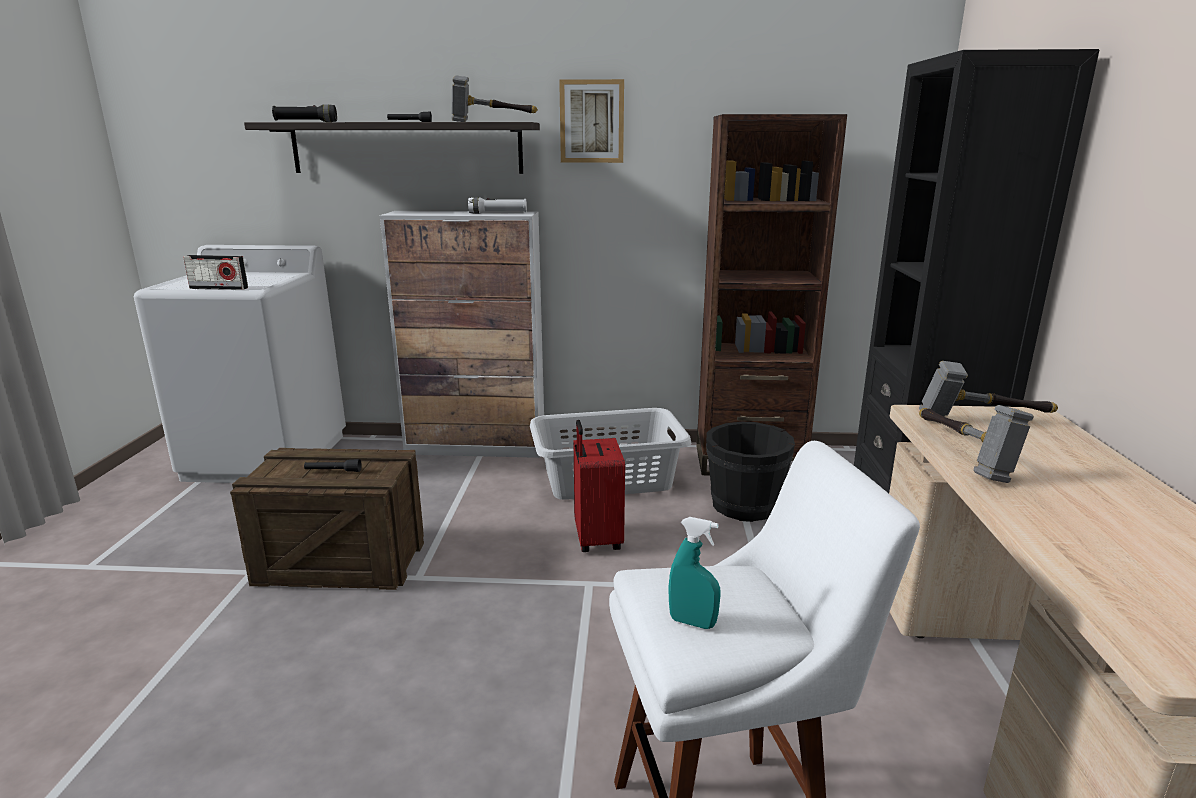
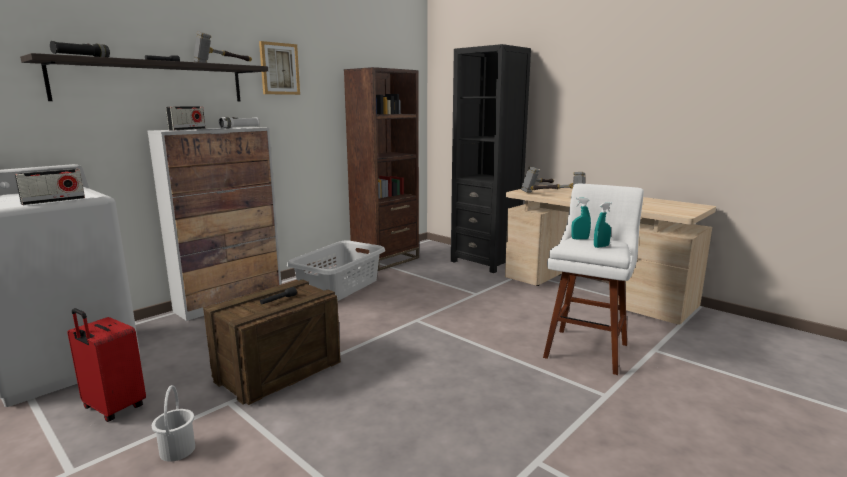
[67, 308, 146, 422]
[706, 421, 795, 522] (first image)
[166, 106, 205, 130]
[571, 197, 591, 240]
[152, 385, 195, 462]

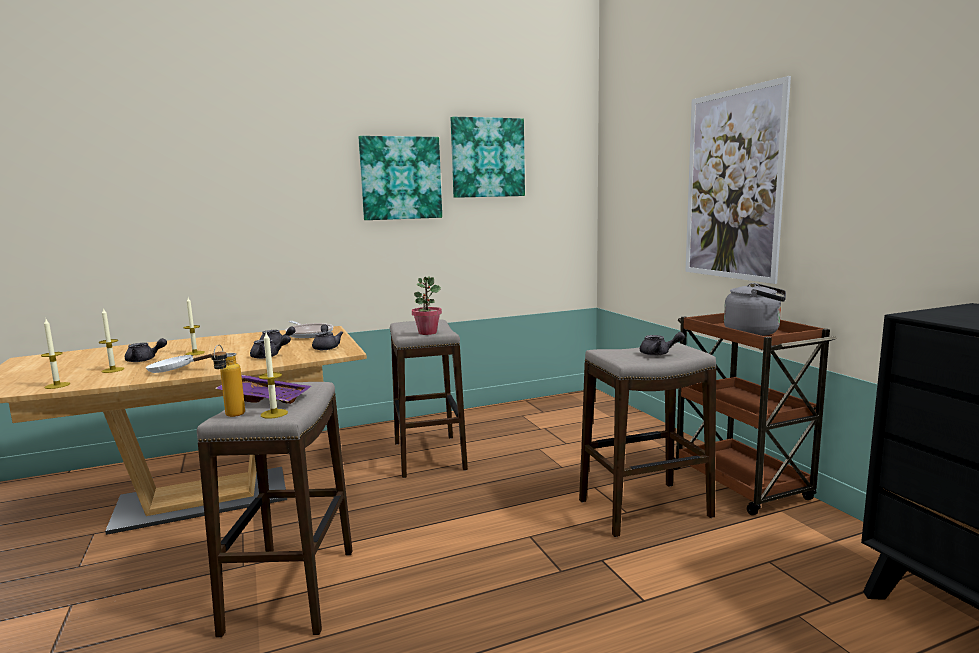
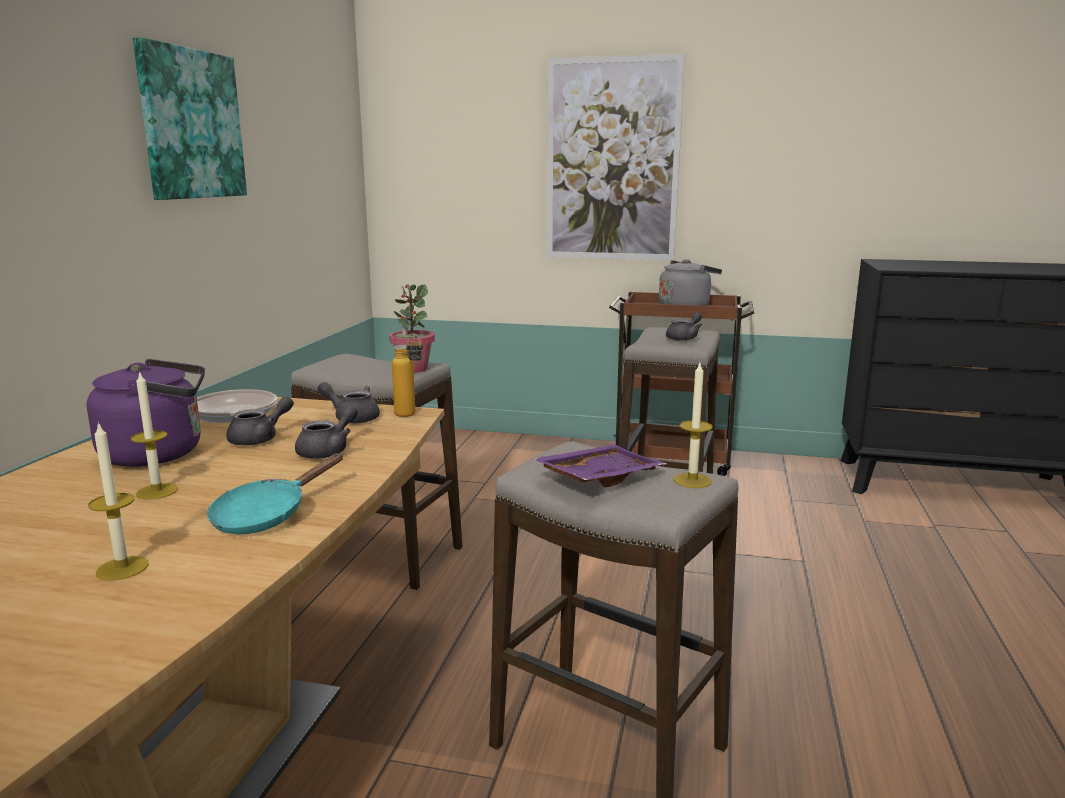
[451, 117, 525, 198] (first image)
[41, 319, 70, 389] (first image)
[125, 338, 167, 362] (first image)
[392, 333, 423, 417]
[207, 453, 343, 534]
[87, 359, 205, 467]

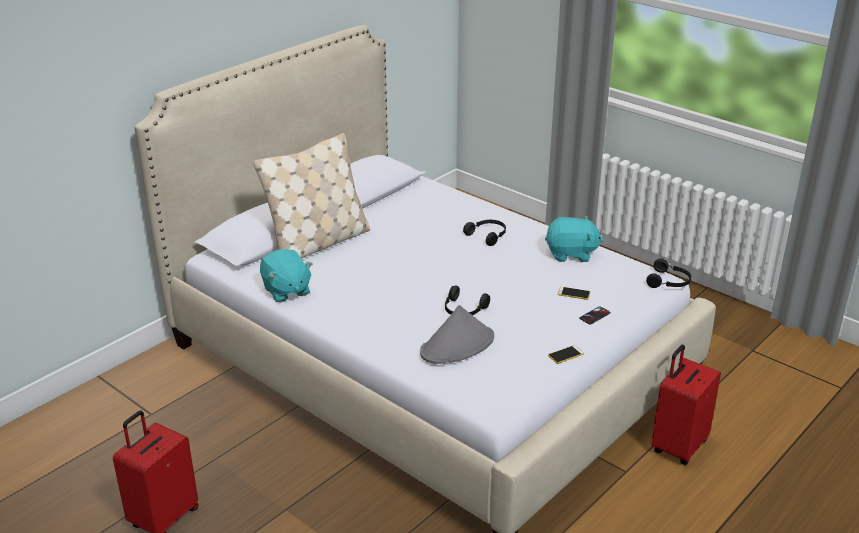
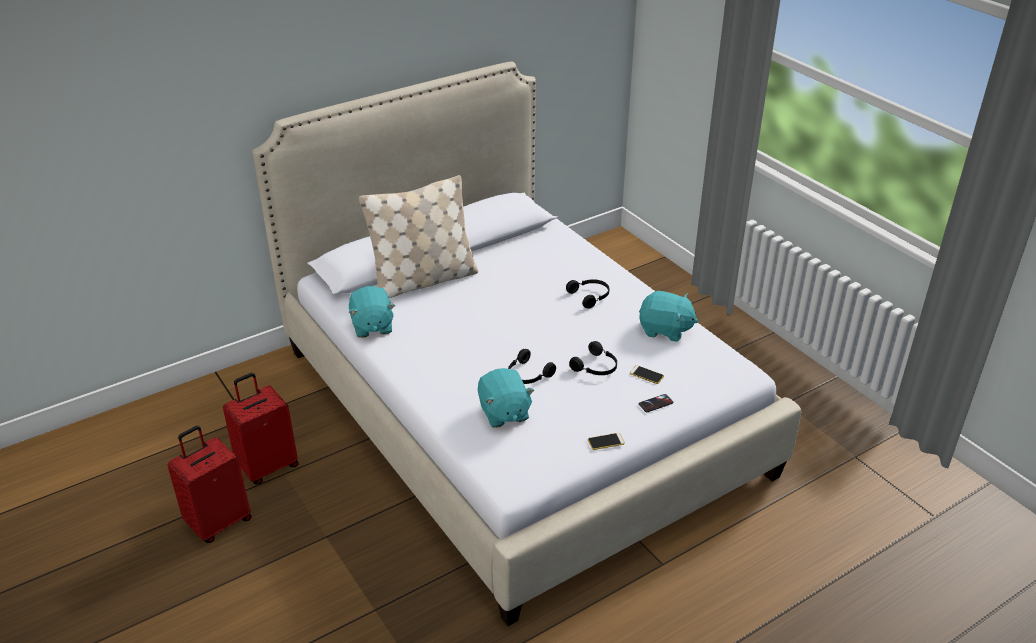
[569, 341, 617, 375]
[478, 368, 534, 428]
[223, 373, 298, 484]

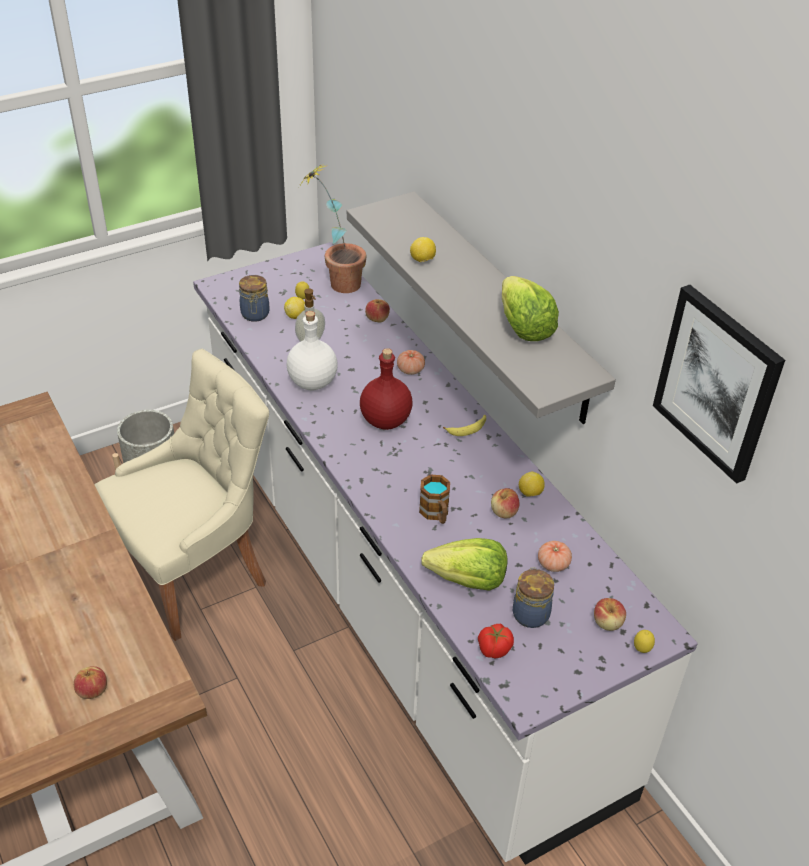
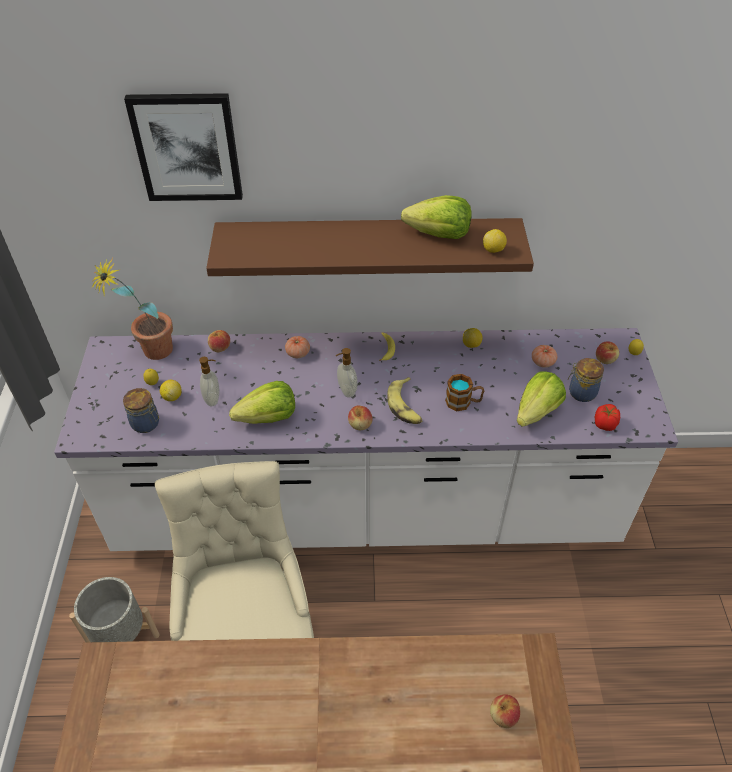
[206, 218, 534, 276]
[483, 229, 507, 253]
[124, 93, 243, 201]
[229, 381, 295, 424]
[336, 348, 358, 398]
[348, 405, 373, 430]
[387, 377, 422, 424]

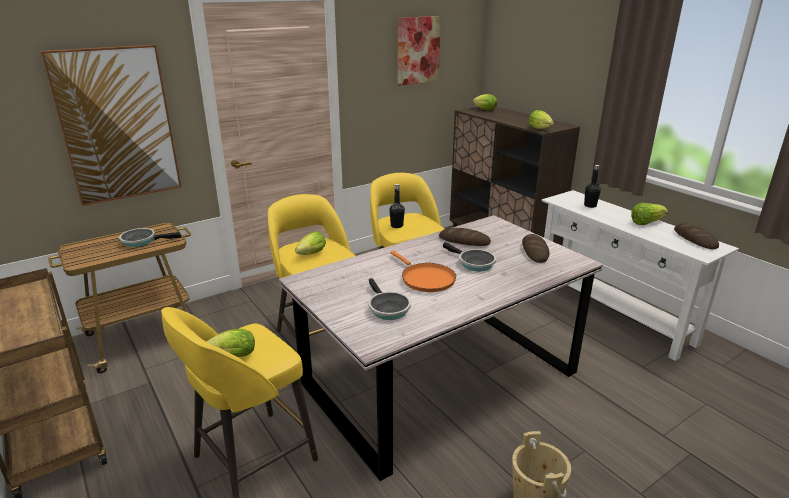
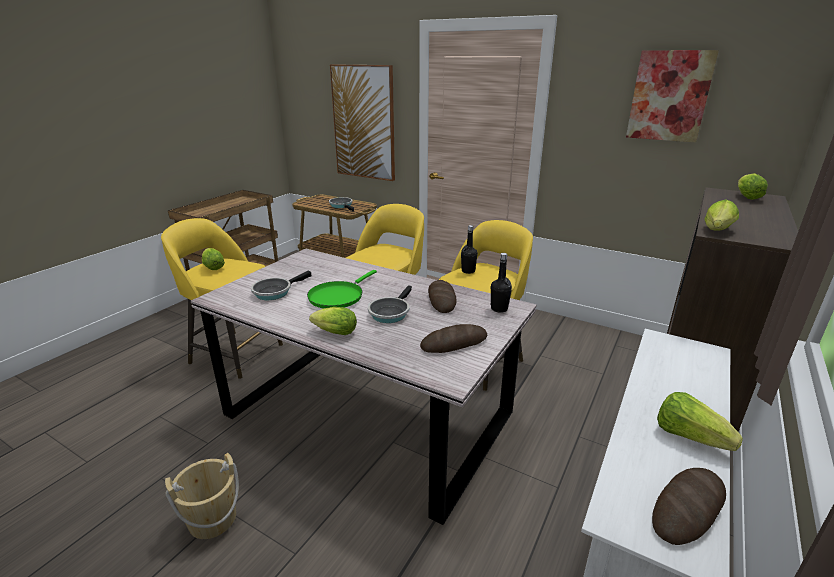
[491, 253, 512, 313]
[309, 307, 357, 335]
[307, 270, 377, 308]

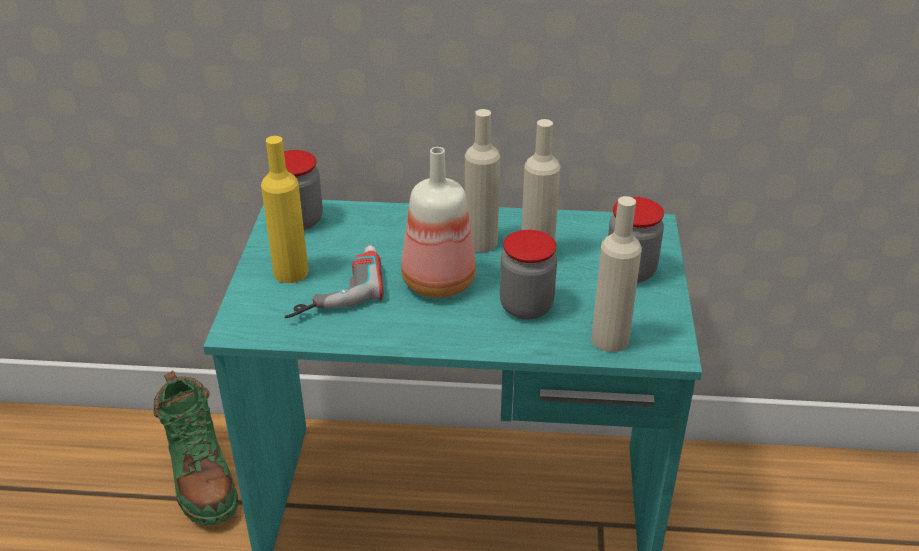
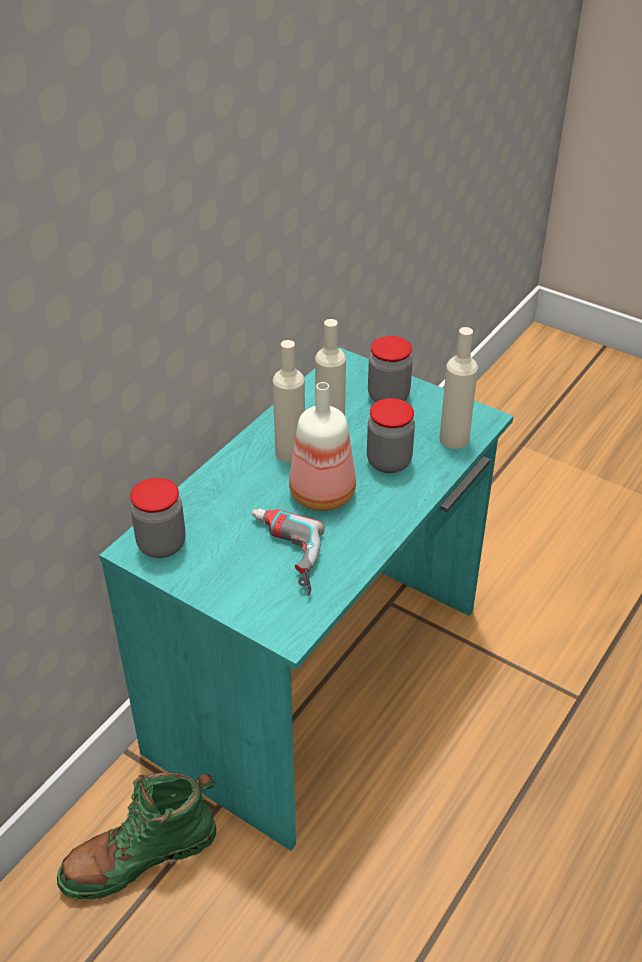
[261, 136, 309, 283] (first image)
[57, 772, 216, 900]

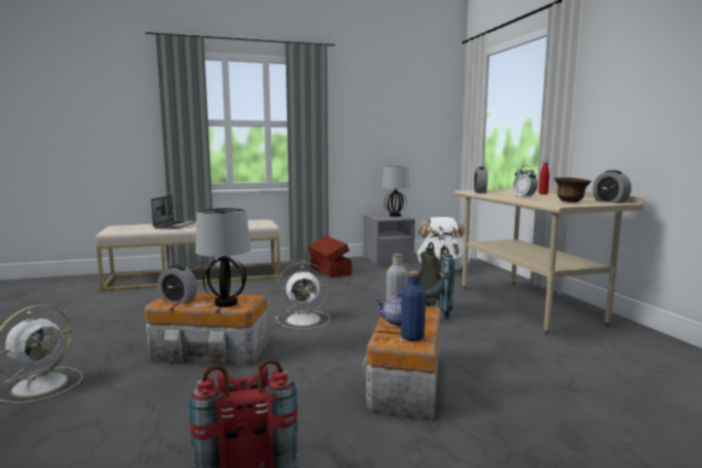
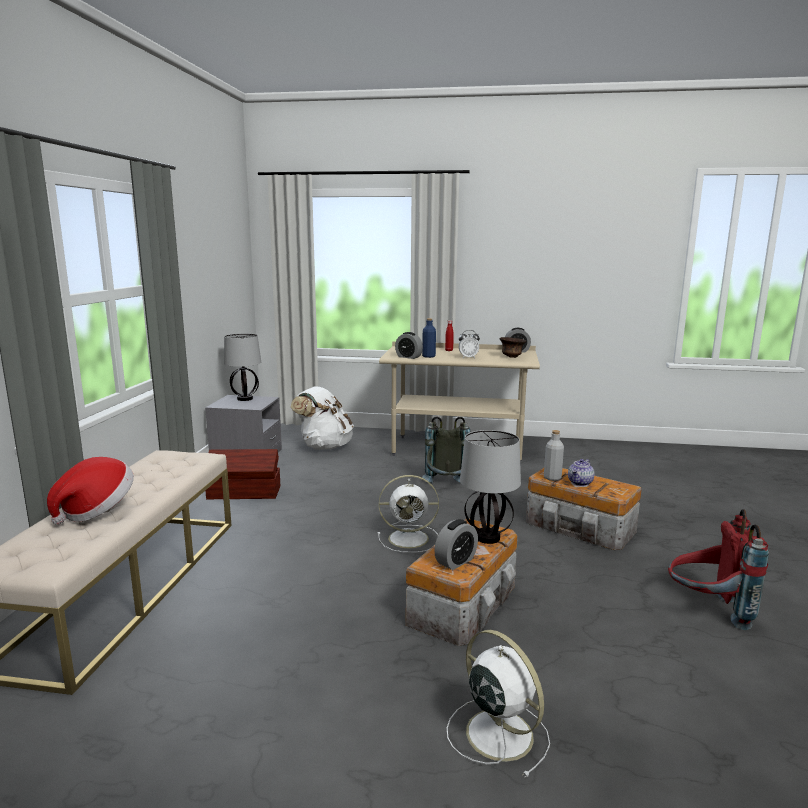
[47, 457, 134, 525]
[378, 475, 439, 553]
[422, 318, 436, 358]

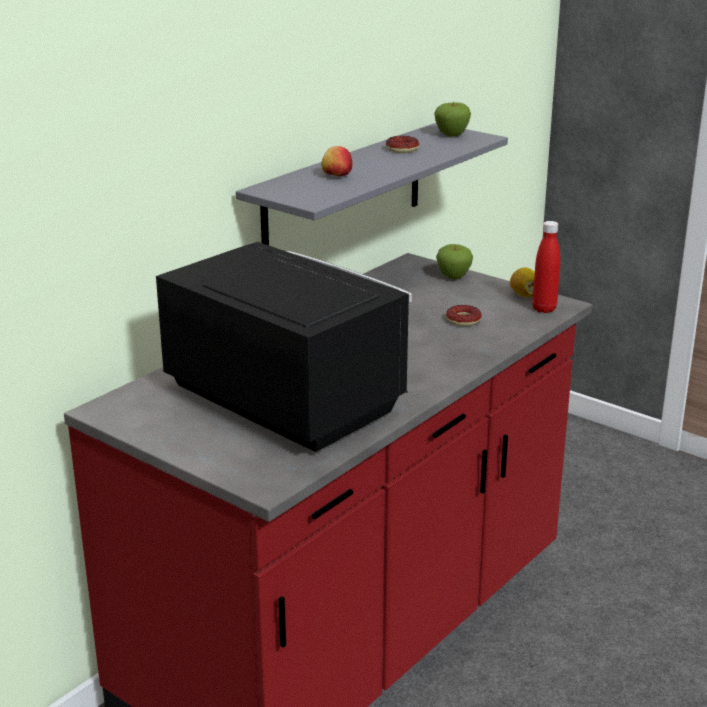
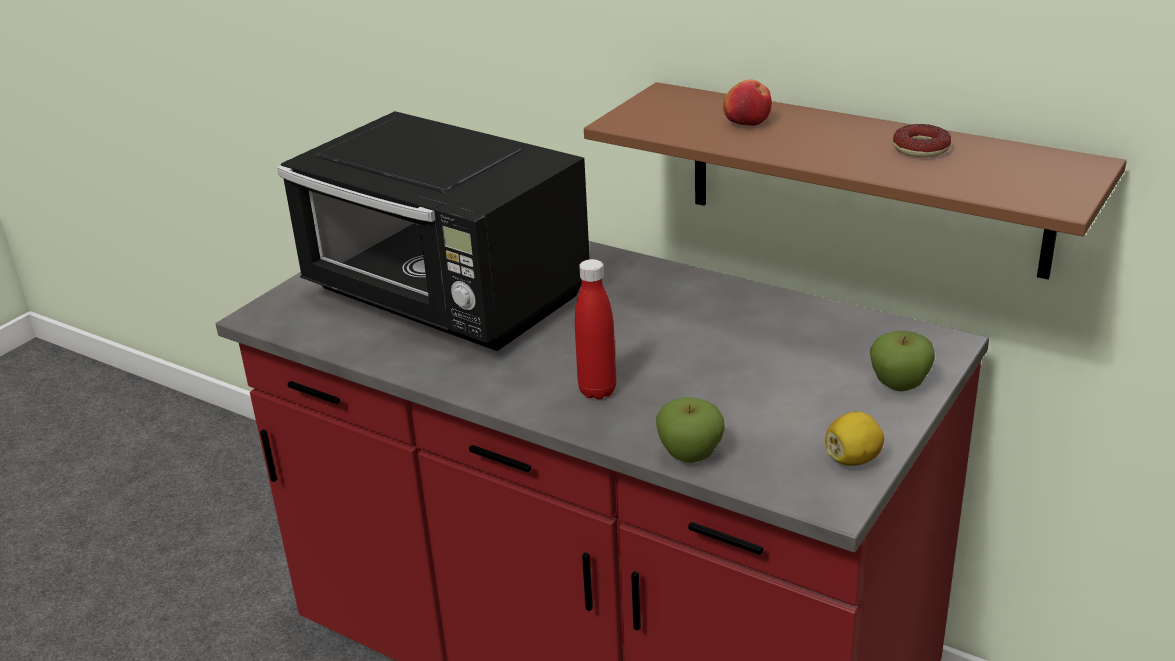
[656, 397, 725, 463]
[584, 82, 1127, 279]
[575, 259, 616, 399]
[277, 111, 590, 351]
[446, 305, 482, 326] (first image)

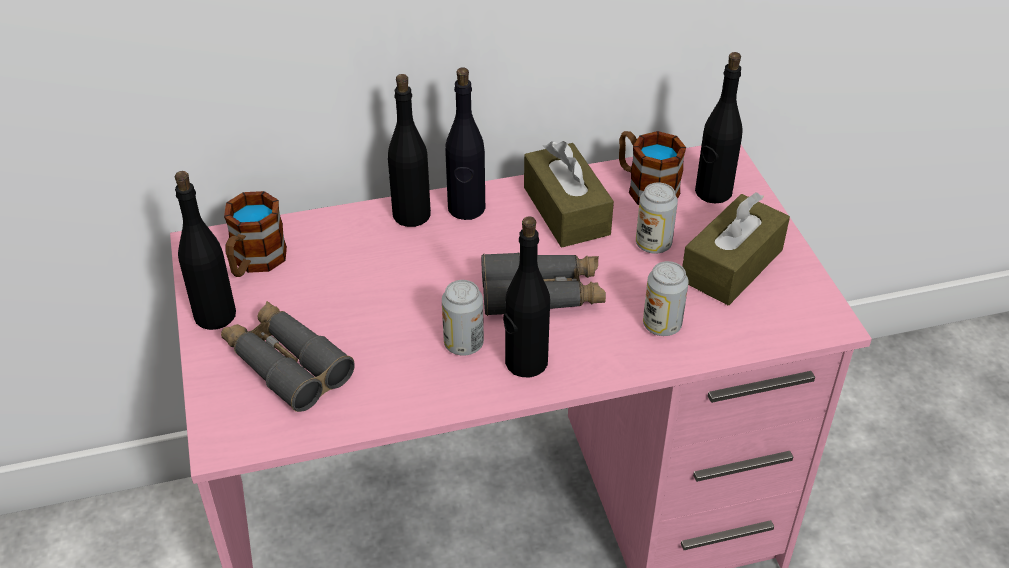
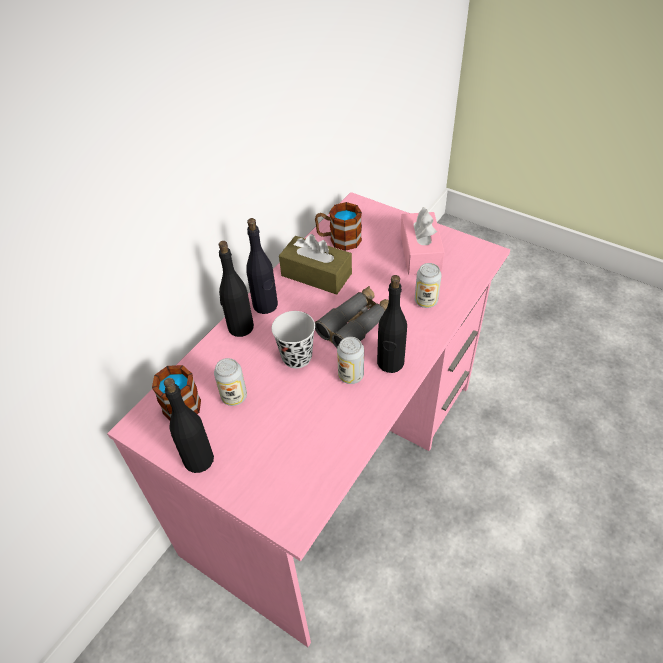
[695, 52, 743, 203] (first image)
[214, 358, 247, 406]
[400, 207, 445, 275]
[221, 301, 355, 412] (first image)
[271, 311, 315, 368]

